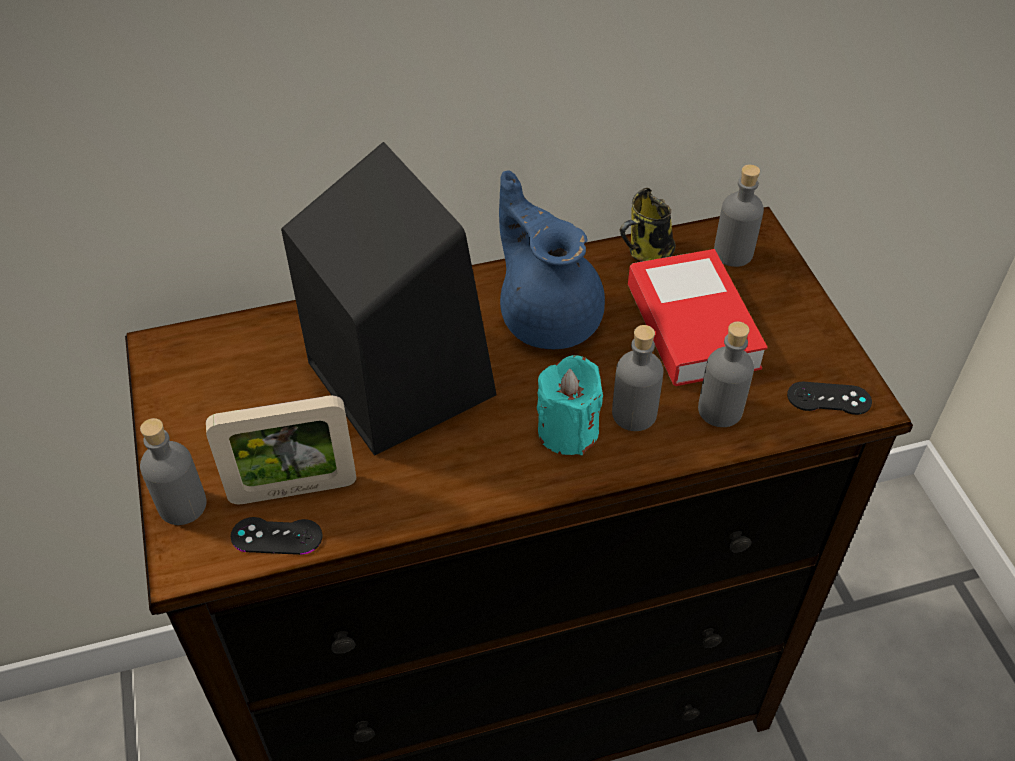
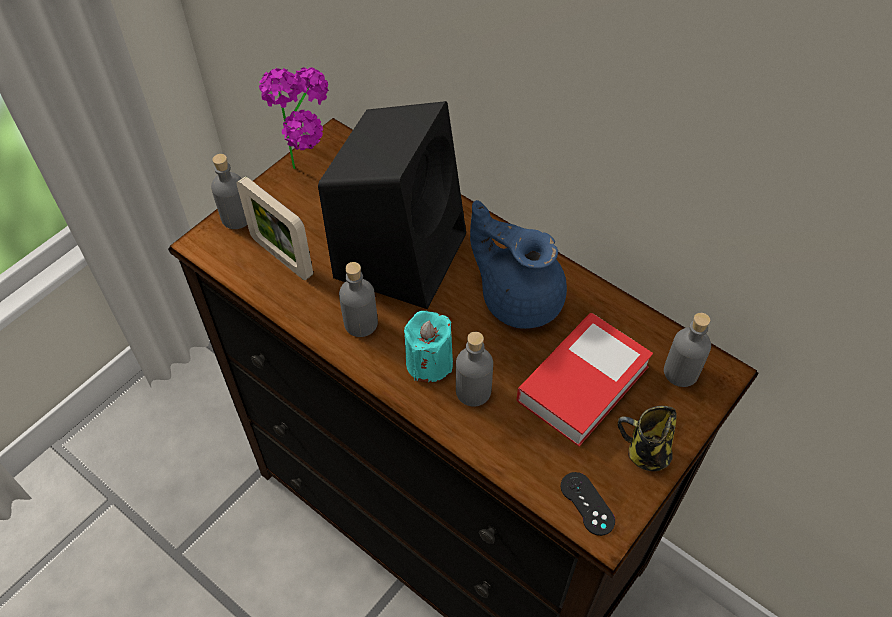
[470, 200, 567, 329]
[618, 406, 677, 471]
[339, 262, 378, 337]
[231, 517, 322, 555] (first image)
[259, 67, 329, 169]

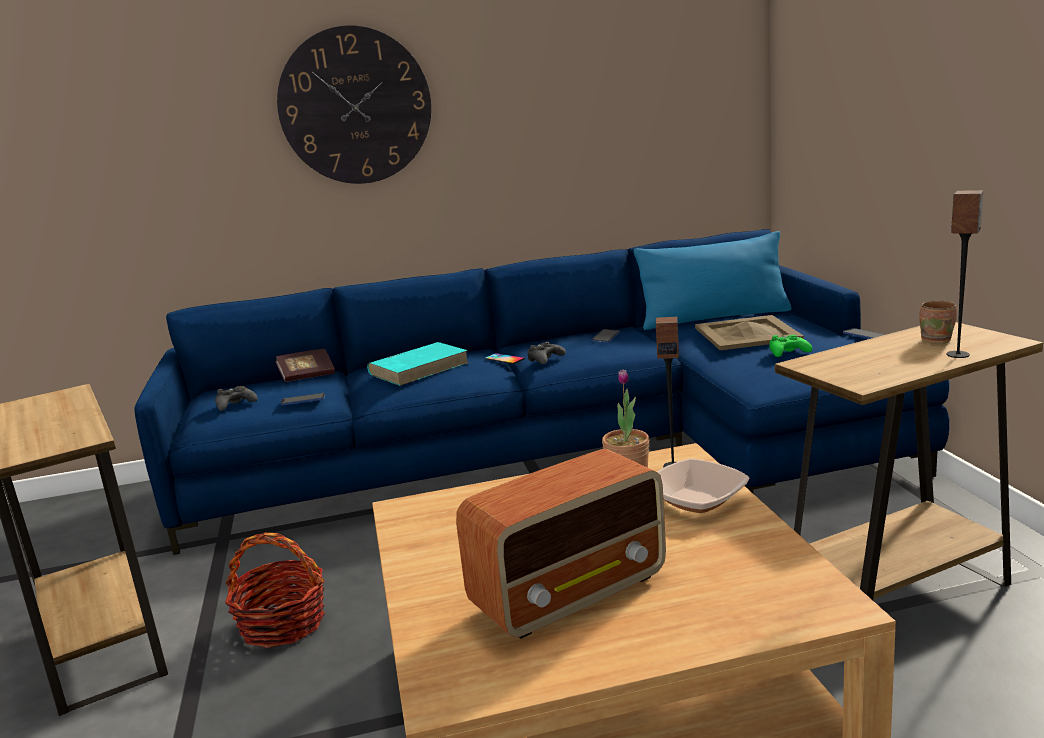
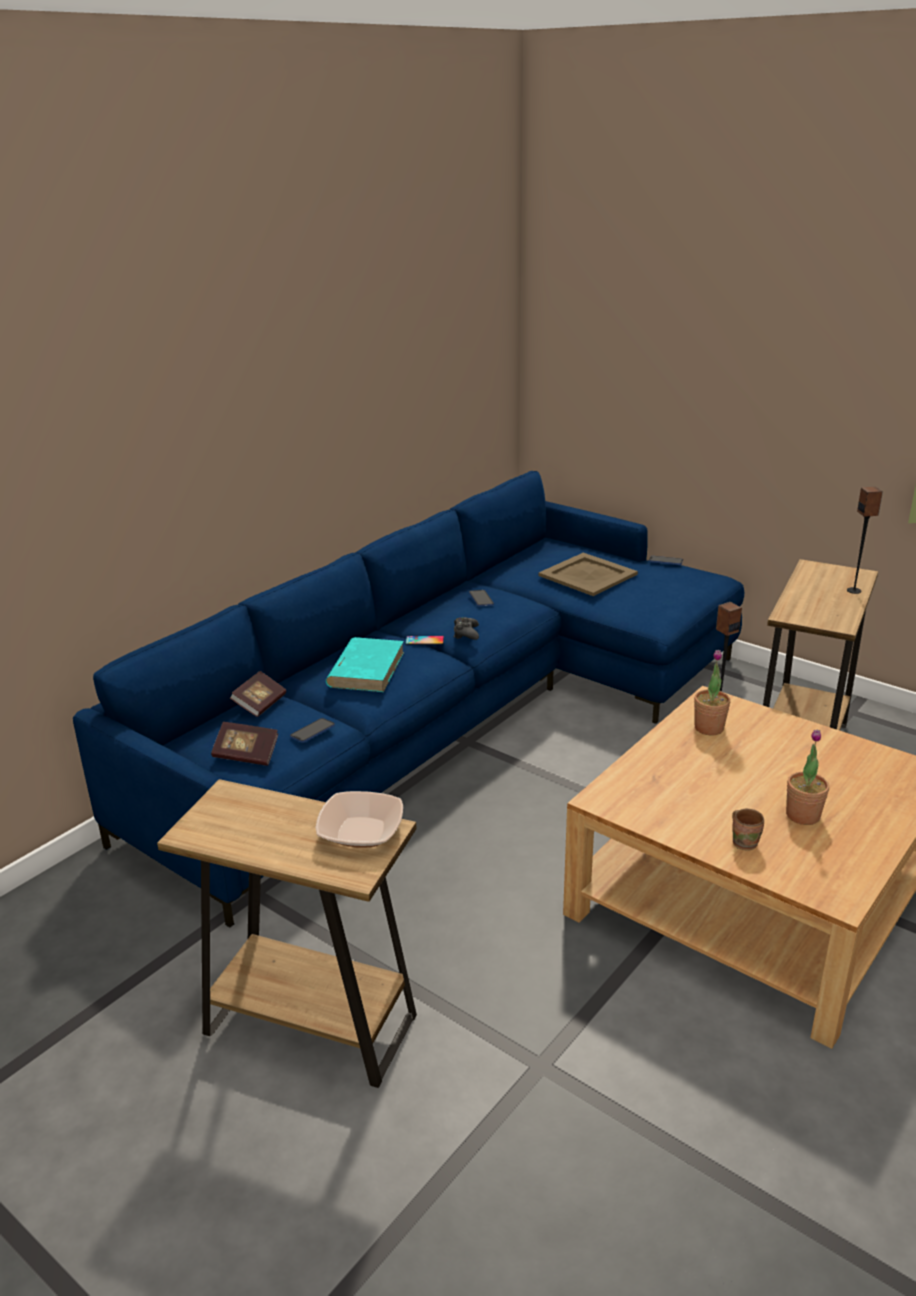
[277, 25, 431, 184] (first image)
[634, 231, 791, 330] (first image)
[732, 809, 764, 851]
[769, 335, 812, 357] (first image)
[211, 722, 278, 766]
[786, 730, 829, 825]
[315, 791, 403, 848]
[225, 533, 325, 648] (first image)

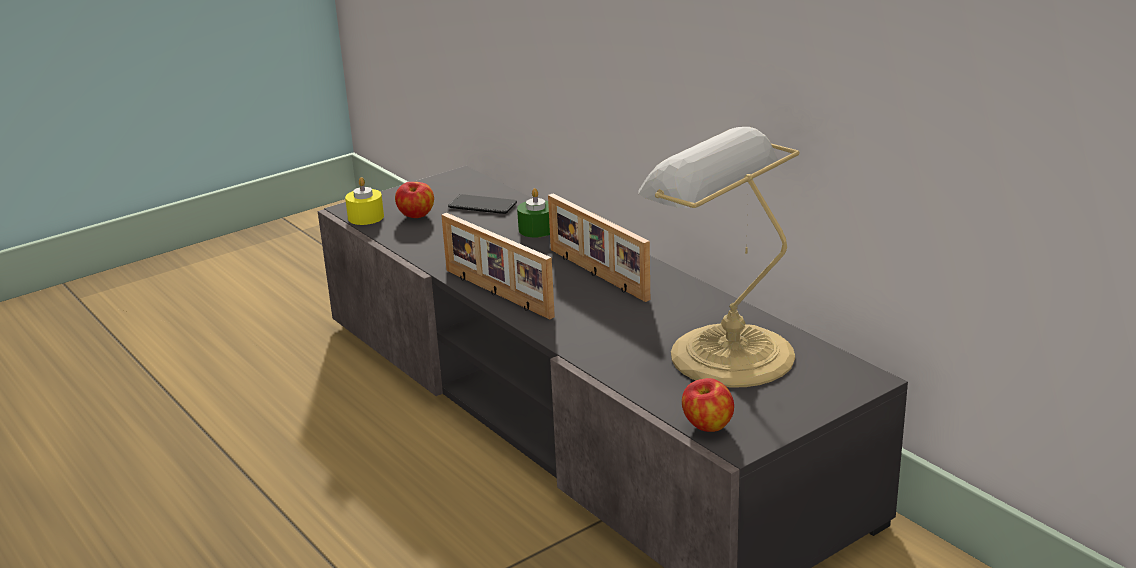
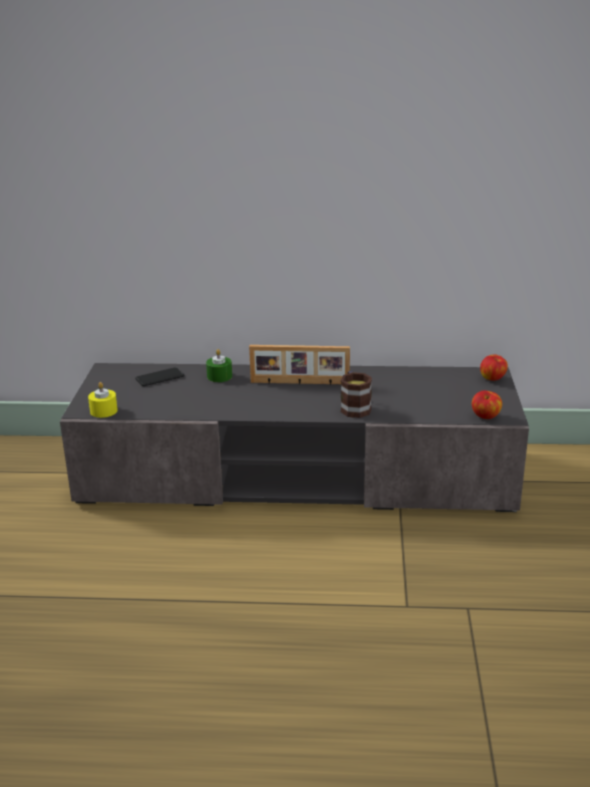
[638, 127, 800, 388] (first image)
[480, 354, 508, 381]
[441, 213, 555, 320] (first image)
[341, 371, 372, 418]

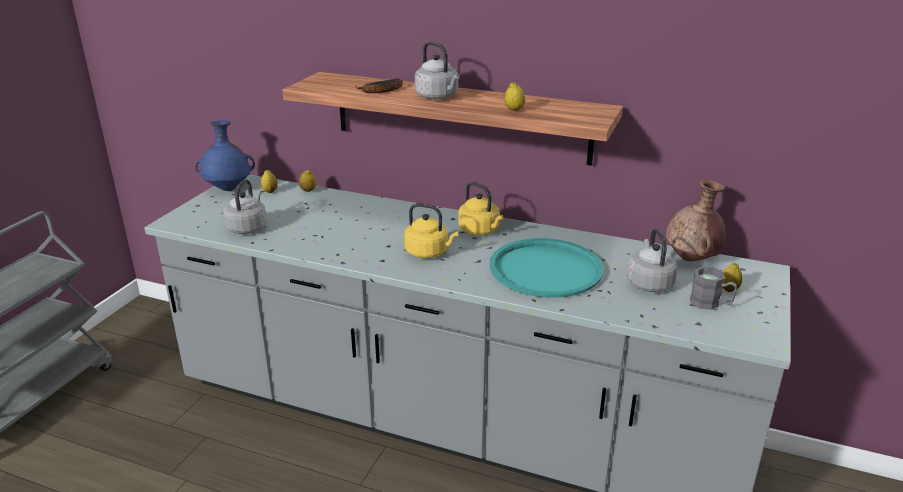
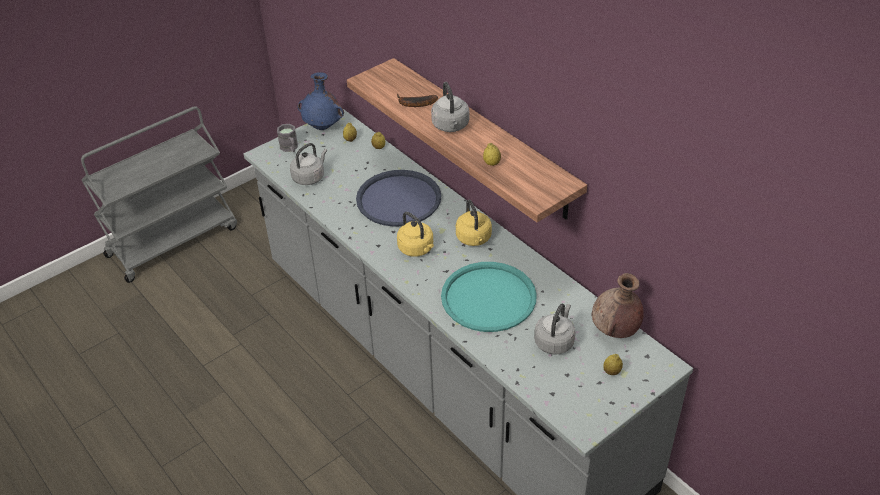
[277, 124, 298, 152]
[356, 170, 441, 227]

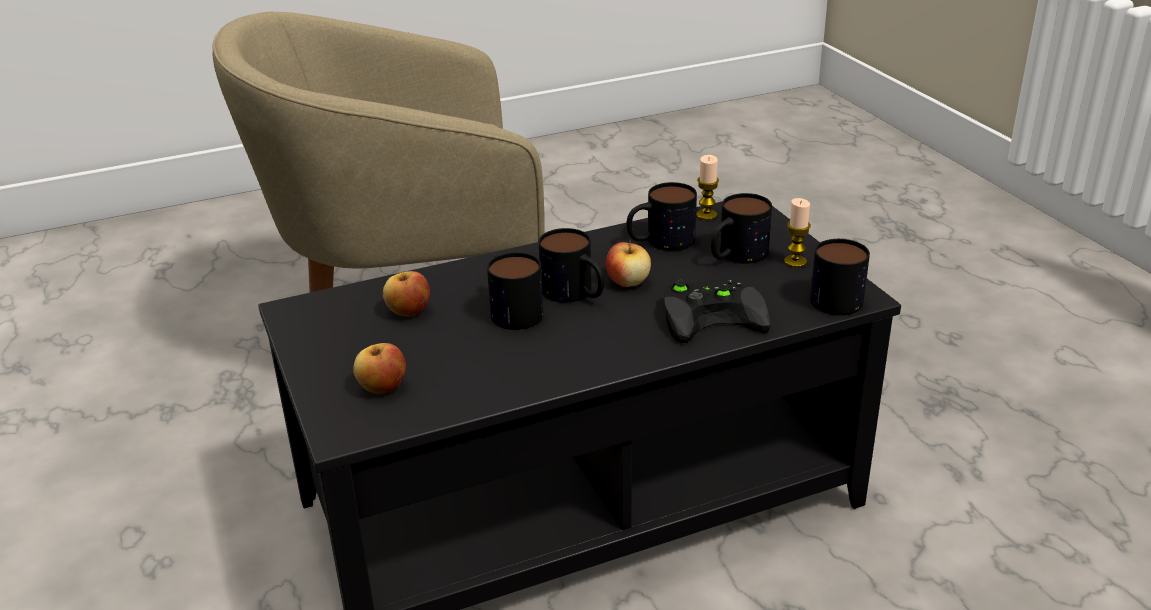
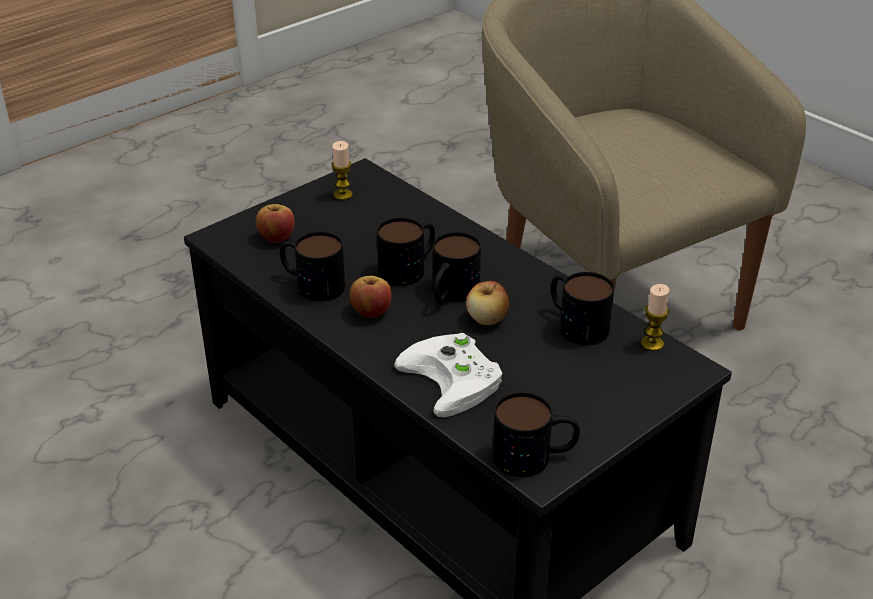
[280, 232, 345, 301]
[332, 141, 353, 200]
[349, 276, 392, 318]
[395, 333, 502, 417]

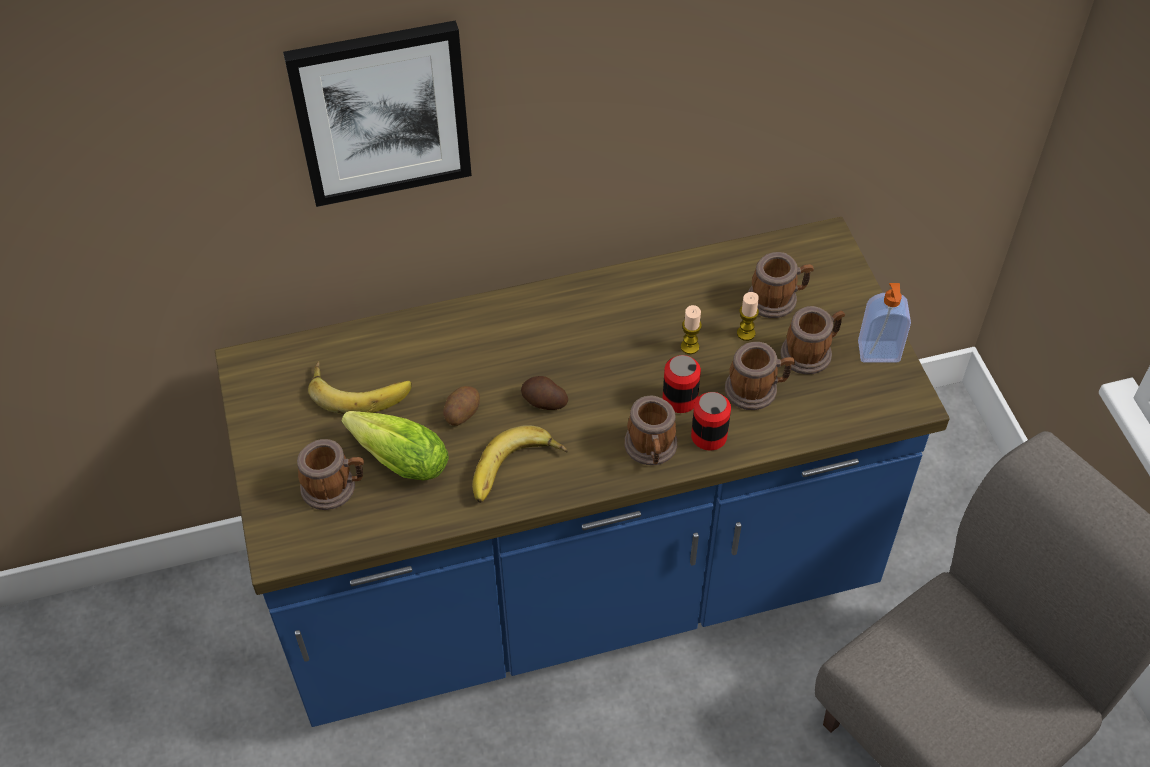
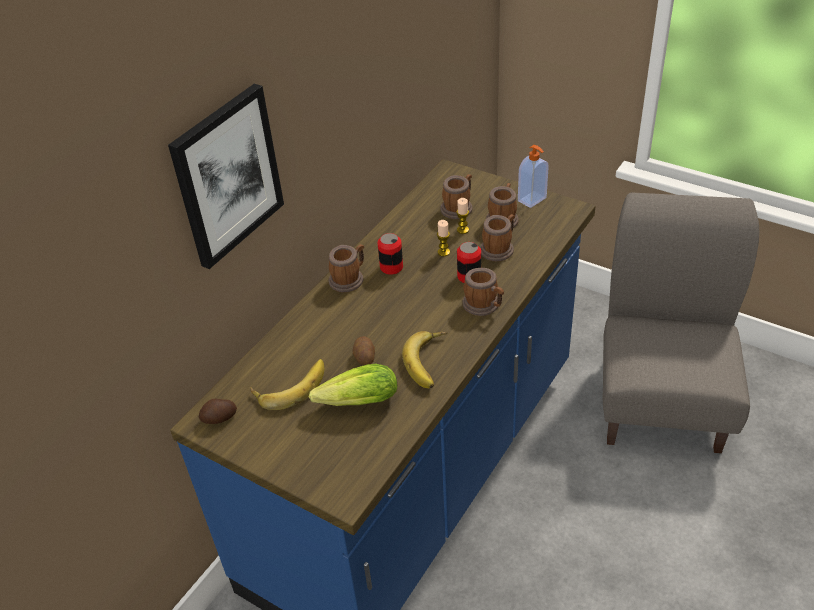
[199, 399, 237, 424]
[378, 233, 403, 275]
[329, 244, 364, 292]

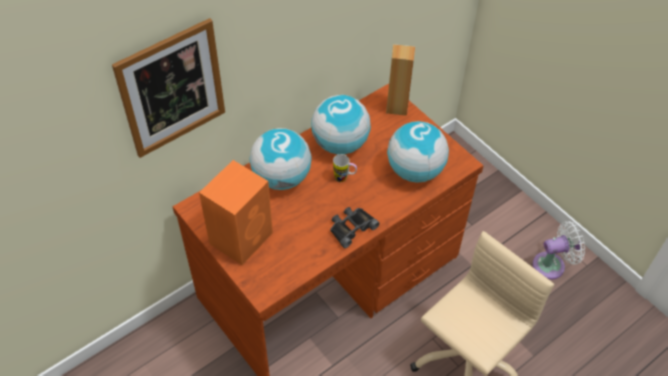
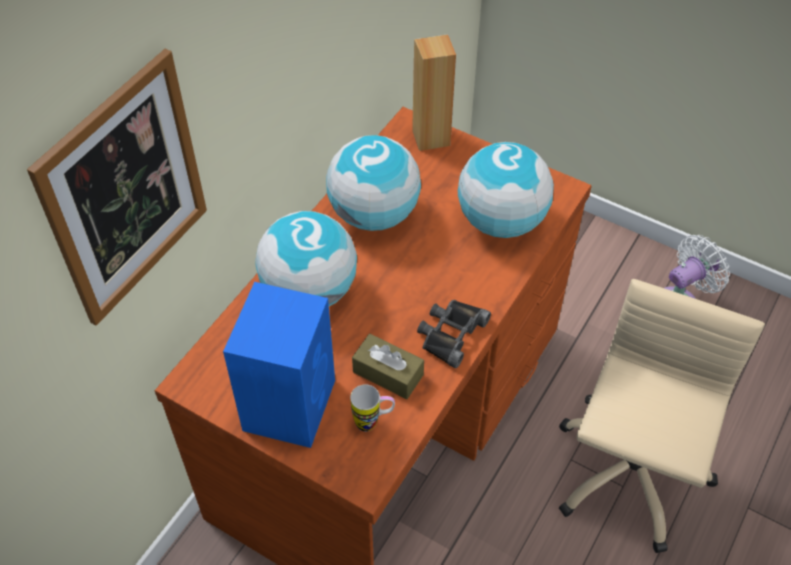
[350, 384, 395, 432]
[223, 282, 335, 448]
[352, 334, 424, 399]

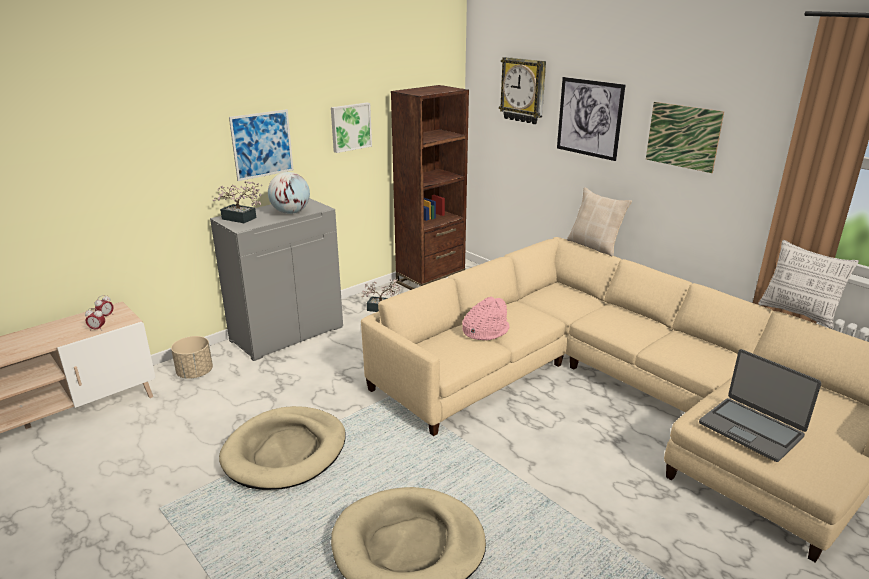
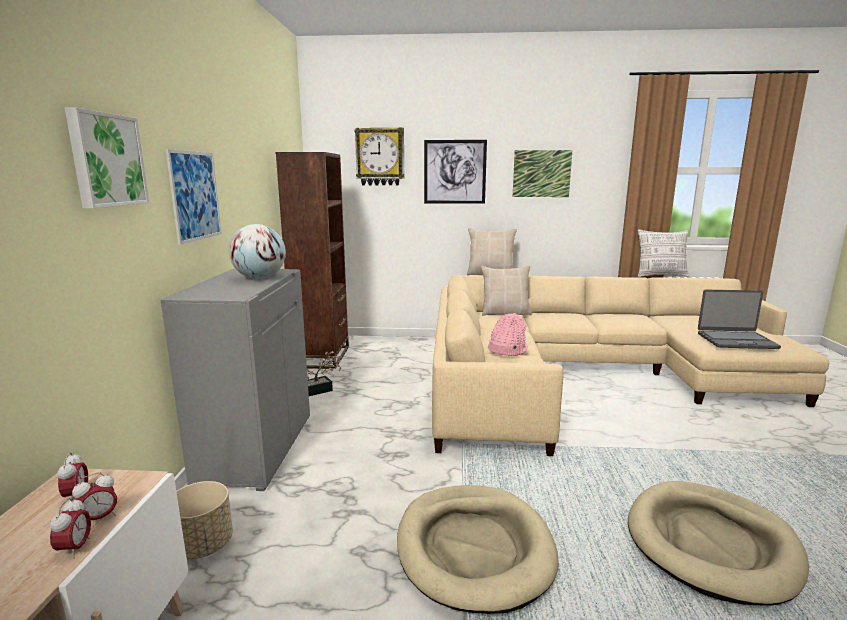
[65, 108, 149, 208]
[213, 181, 262, 223] (first image)
[481, 265, 532, 316]
[50, 497, 91, 559]

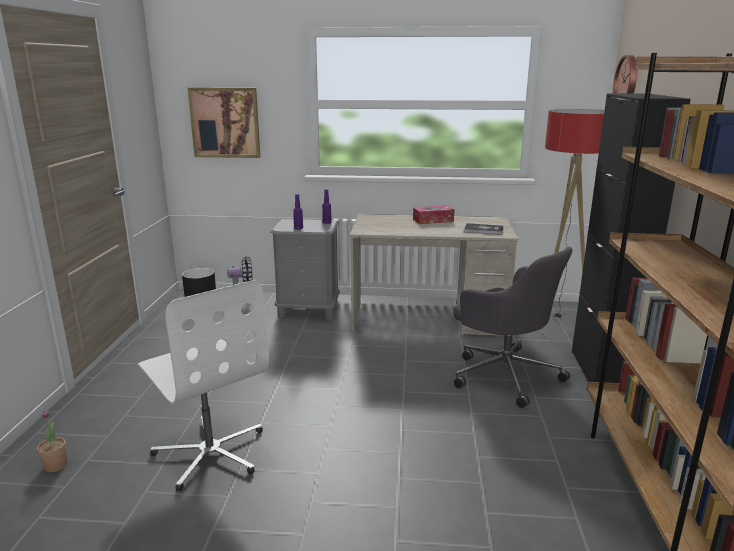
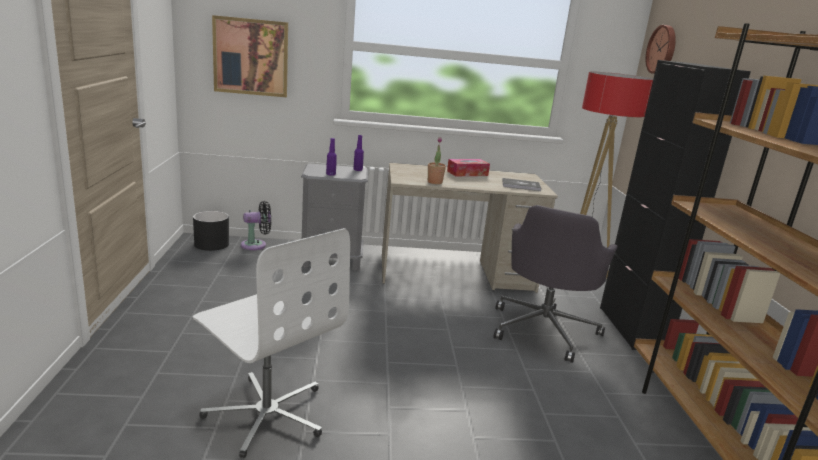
[493, 205, 618, 363]
[428, 137, 446, 184]

